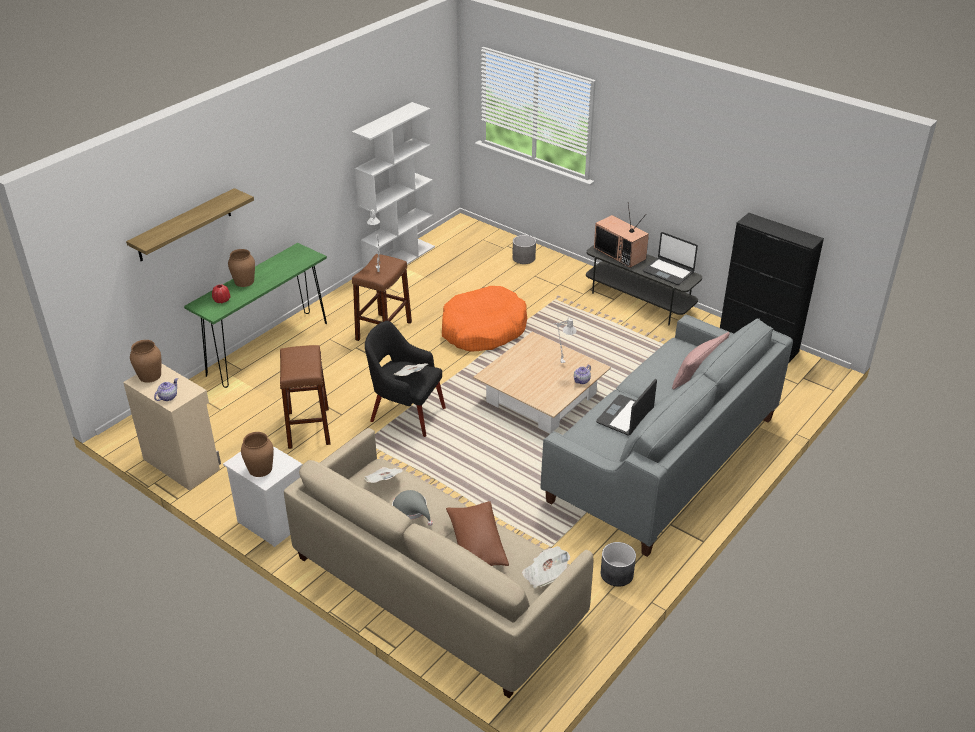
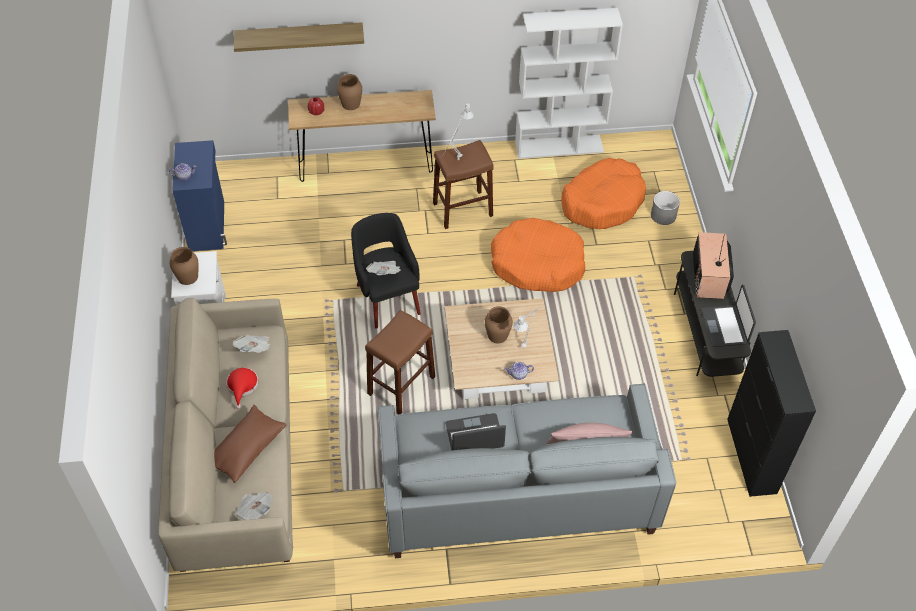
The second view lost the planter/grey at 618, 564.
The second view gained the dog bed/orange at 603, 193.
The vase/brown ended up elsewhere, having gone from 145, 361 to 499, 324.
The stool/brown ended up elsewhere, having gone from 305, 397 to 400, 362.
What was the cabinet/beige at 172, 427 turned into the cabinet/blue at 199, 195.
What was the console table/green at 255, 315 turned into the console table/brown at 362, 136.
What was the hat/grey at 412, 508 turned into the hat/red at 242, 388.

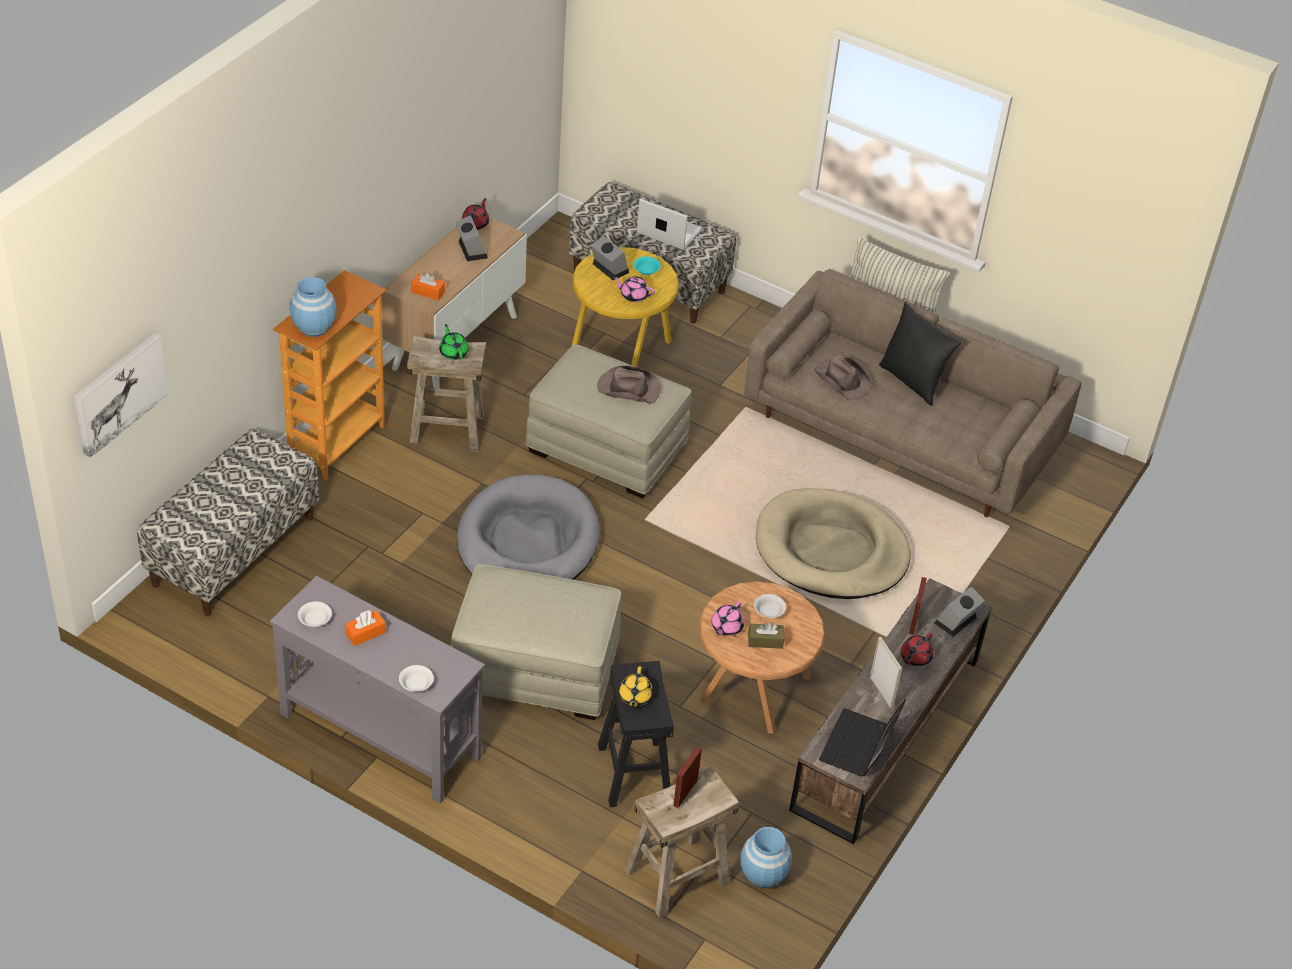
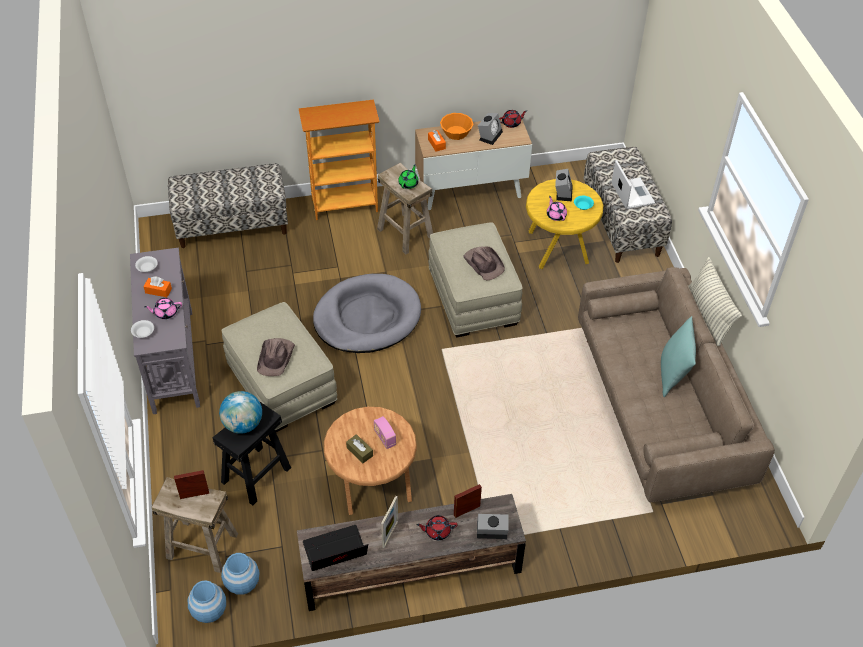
The second view lost the picture at 121, 396.
The second view lost the dog bed/beige at 833, 543.
The second view gained the bowl/orange at 456, 126.
The vase/blue ended up elsewhere, having gone from 313, 307 to 207, 601.
The teapot/pink ended up elsewhere, having gone from 728, 618 to 163, 308.
The hat/brown ended up elsewhere, having gone from 843, 378 to 276, 357.
Where the teapot/yellow stood at 636, 686, the globe came to stand at 240, 412.
Where the bowl/white stood at 770, 606, the radio came to stand at 385, 432.
What was the pillow/black at 920, 354 turned into the pillow/turquoise at 678, 356.

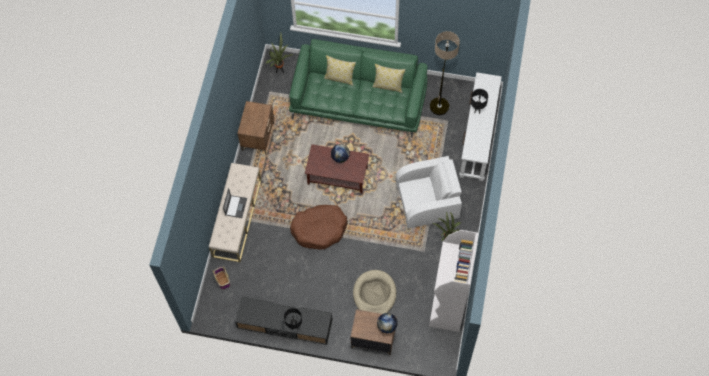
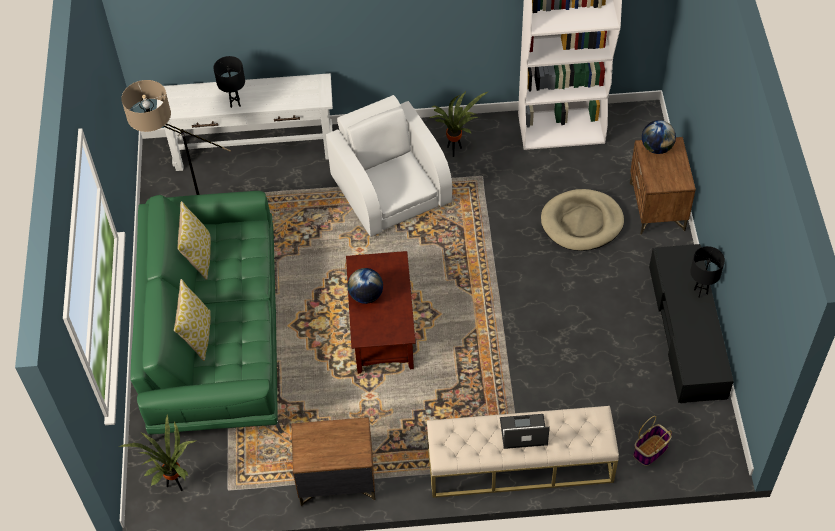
The second view lost the dog bed/brown at 319, 227.

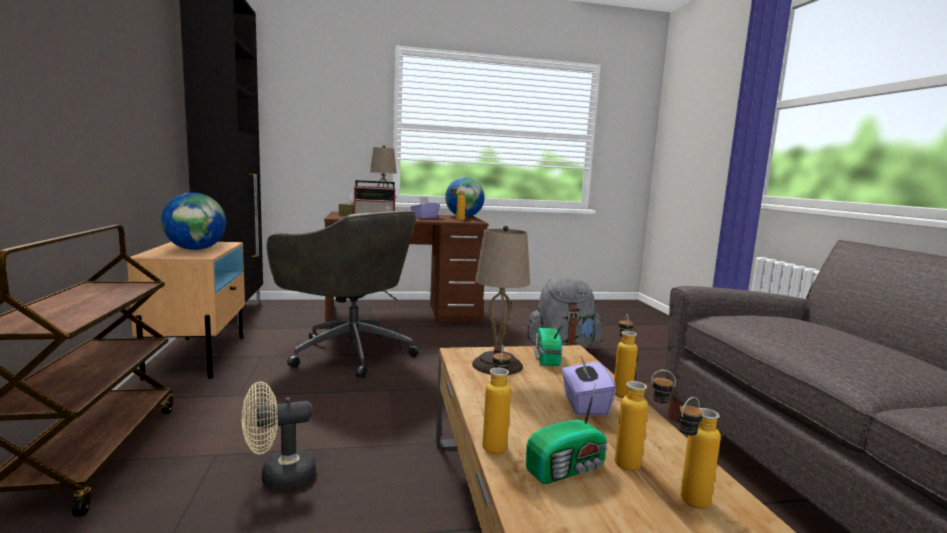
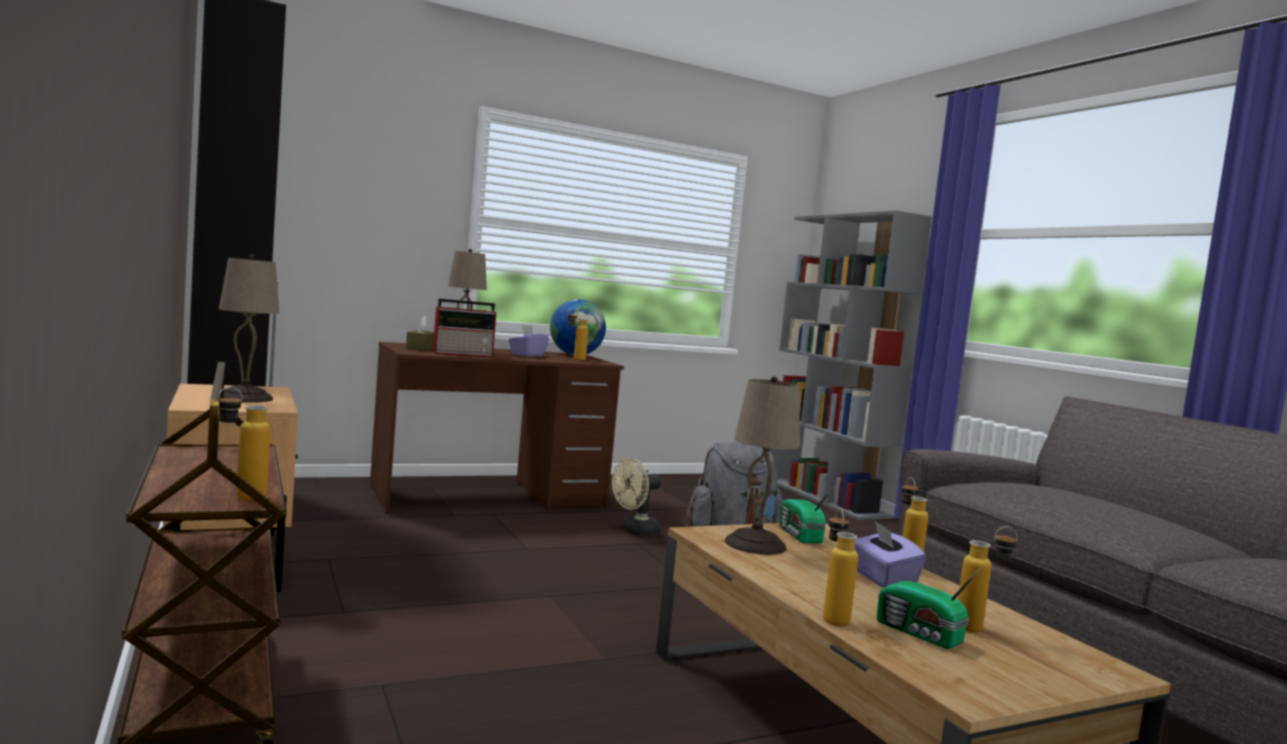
The second view lost the office chair/grey at 343, 294.
The second view gained the bookcase/grey at 850, 365.
The fan/beige ended up elsewhere, having gone from 279, 435 to 636, 497.
The bottle ended up elsewhere, having gone from 699, 453 to 245, 444.
Where the globe stood at 193, 221, the table lamp/beige came to stand at 249, 328.
The radio at 567, 433 ended up facing another way, 90 degrees clockwise from before.

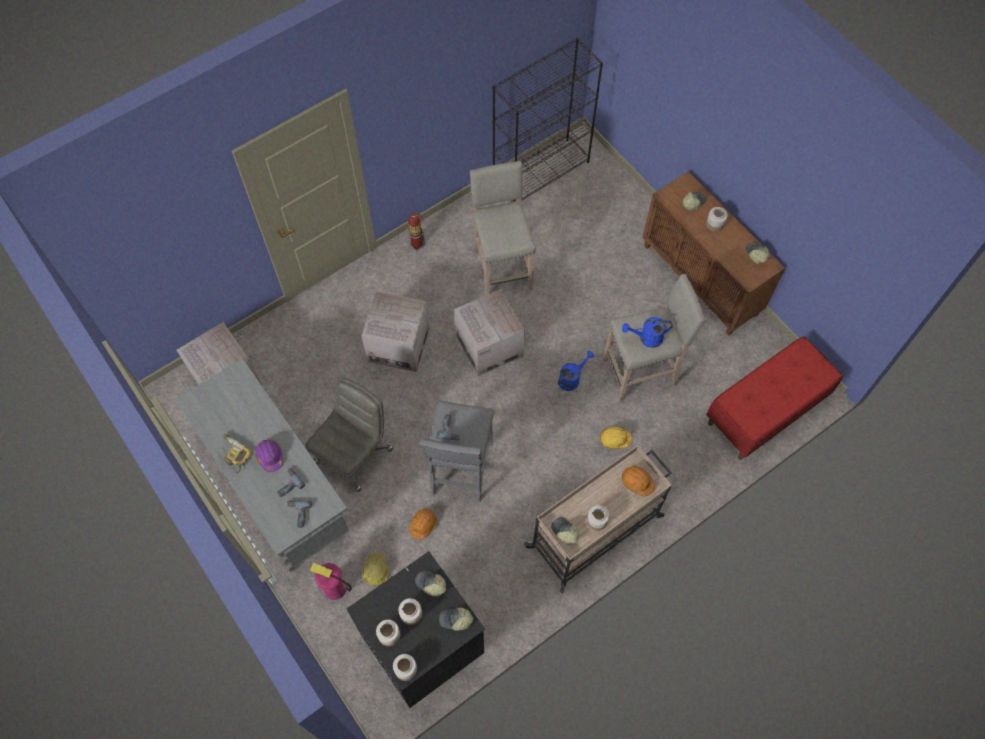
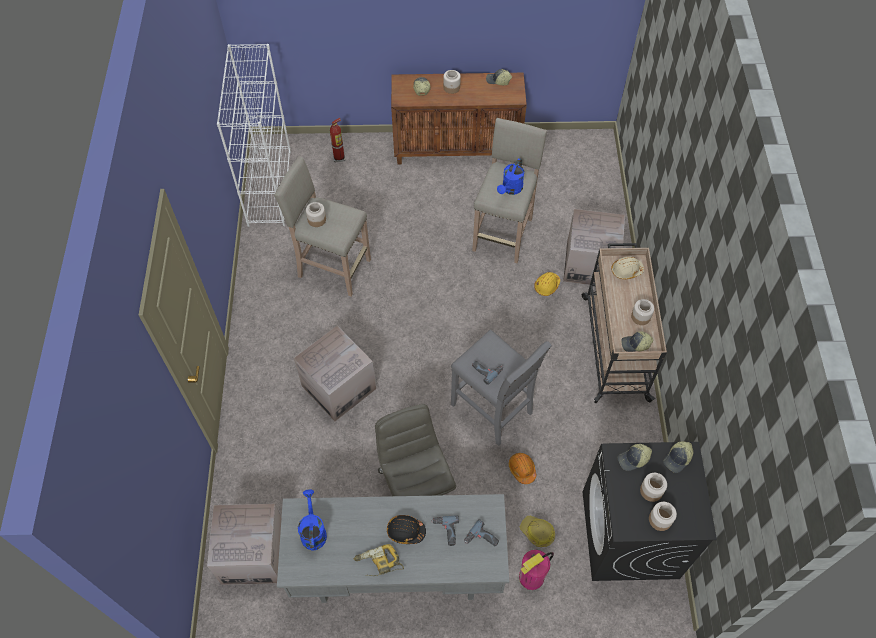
The second view lost the bench/red at 774, 398.
The jar ended up elsewhere, having gone from 405, 667 to 316, 214.
The fire extinguisher ended up elsewhere, having gone from 416, 232 to 337, 140.
The cardboard box ended up elsewhere, having gone from 489, 333 to 594, 247.
The watering can/blue ended up elsewhere, having gone from 576, 371 to 312, 519.
What was the hard hat/purple at 269, 455 turned into the hard hat/black at 406, 529.
What was the bookcase/black at 547, 120 turned into the bookcase/white at 254, 135.
What was the hard hat/orange at 638, 481 turned into the hard hat/beige at 627, 268.

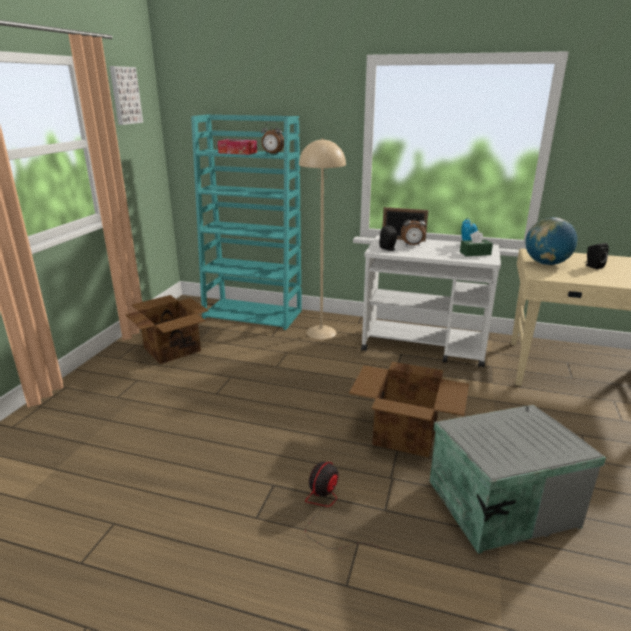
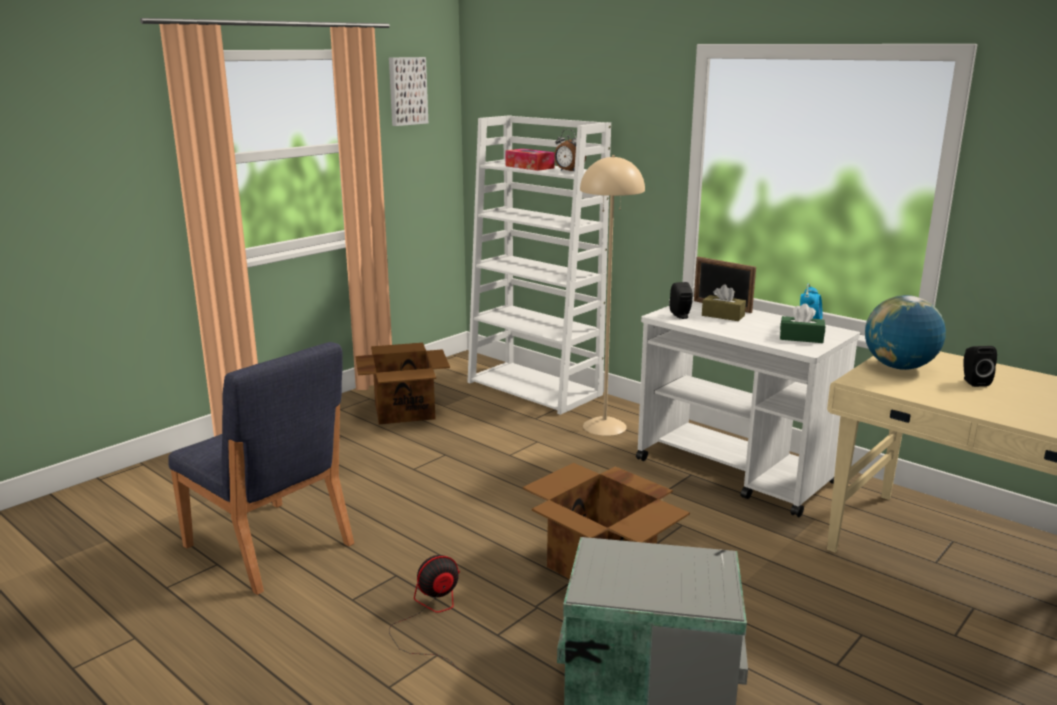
The second view gained the chair/blue at 261, 468.
Where the alarm clock stood at 413, 230, the tissue box/brown came to stand at 724, 303.
What was the bookcase/turquoise at 246, 222 turned into the bookcase/white at 539, 265.

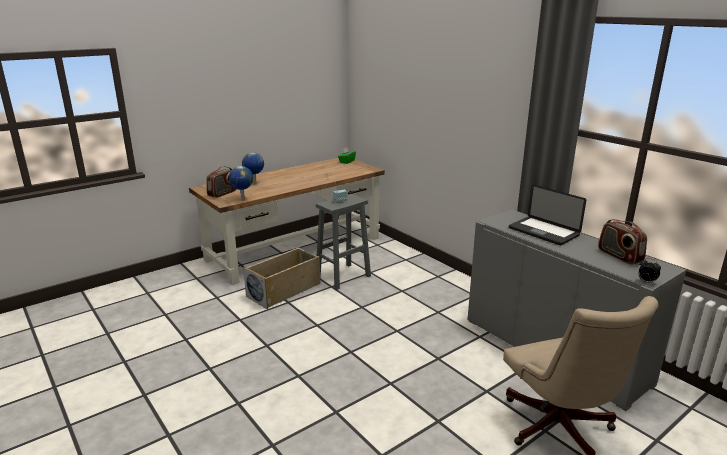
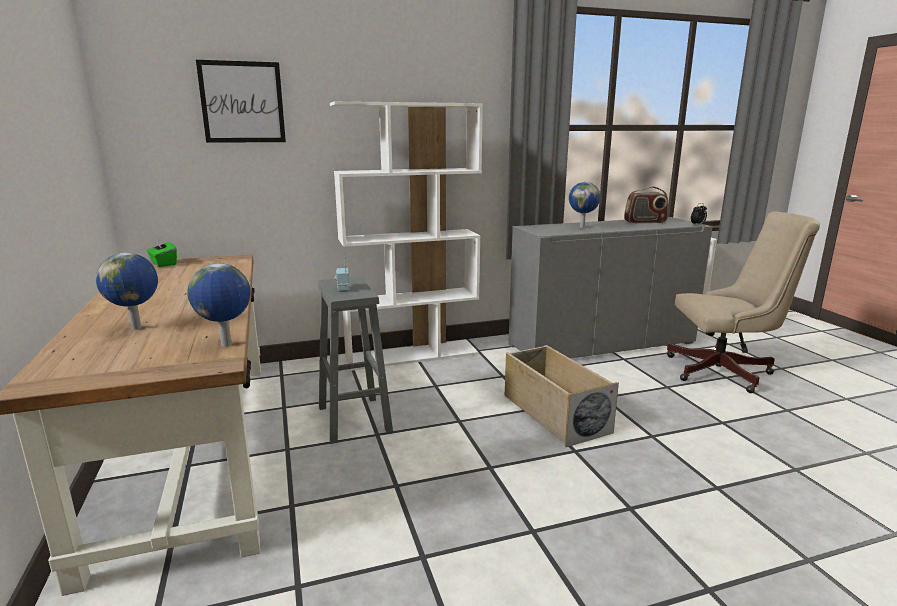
The second view lost the radio at 221, 182.
The second view gained the picture at 241, 101.
The second view gained the bookcase/white at 406, 236.
The storage box/beige ended up elsewhere, having gone from 281, 278 to 562, 396.
Where the laptop stood at 547, 215, the globe came to stand at 585, 205.

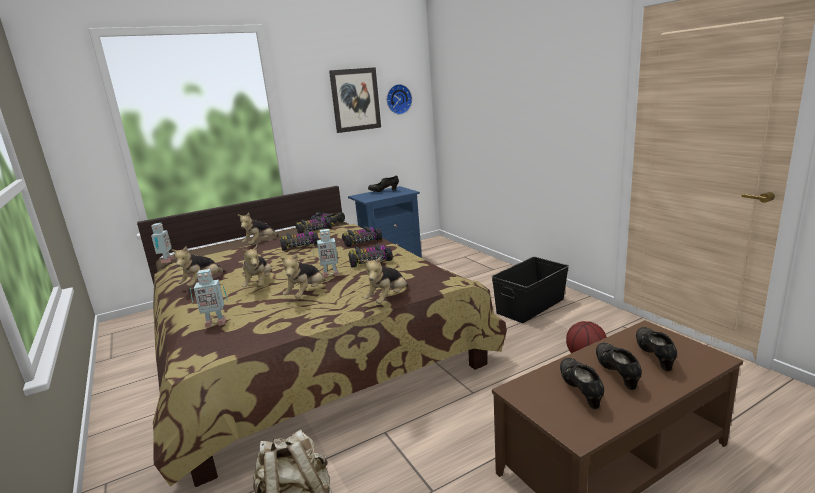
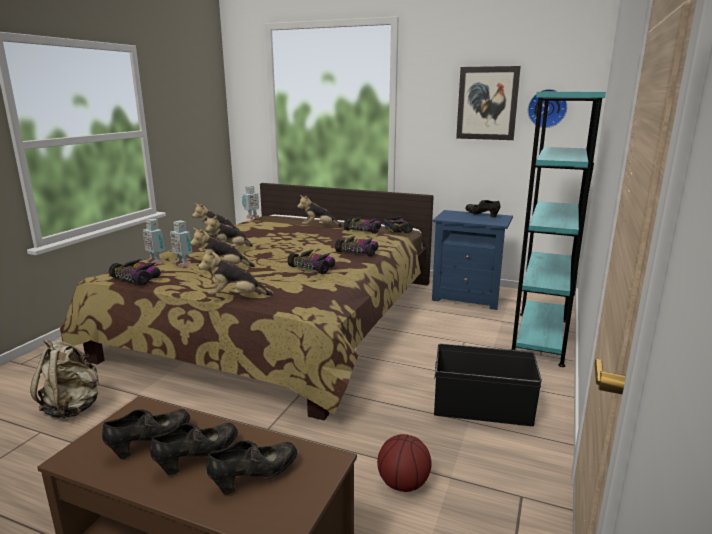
The second view gained the bookcase/turquoise at 559, 229.
The toy car ended up elsewhere, having gone from 299, 240 to 135, 272.
The toy robot ended up elsewhere, having gone from 327, 253 to 181, 244.

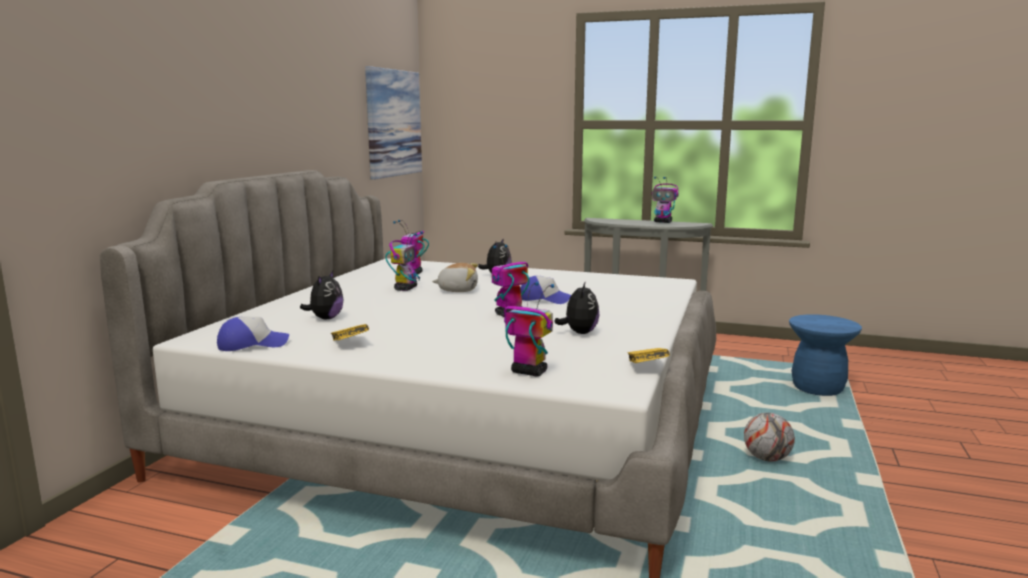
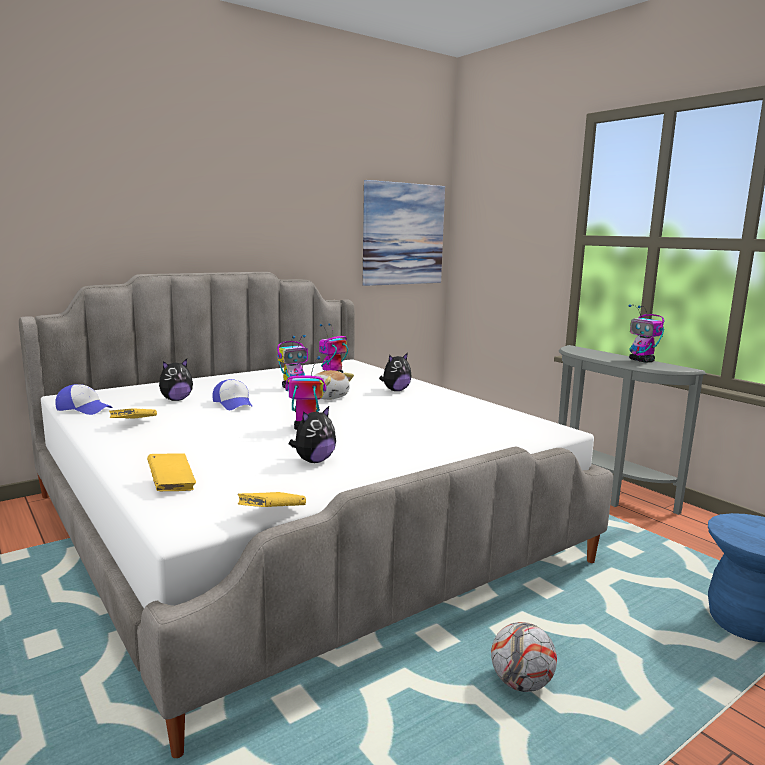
The cap ended up elsewhere, having gone from 545, 290 to 232, 394.
Where the toy robot stood at 529, 329, the book/yellow came to stand at 171, 472.

